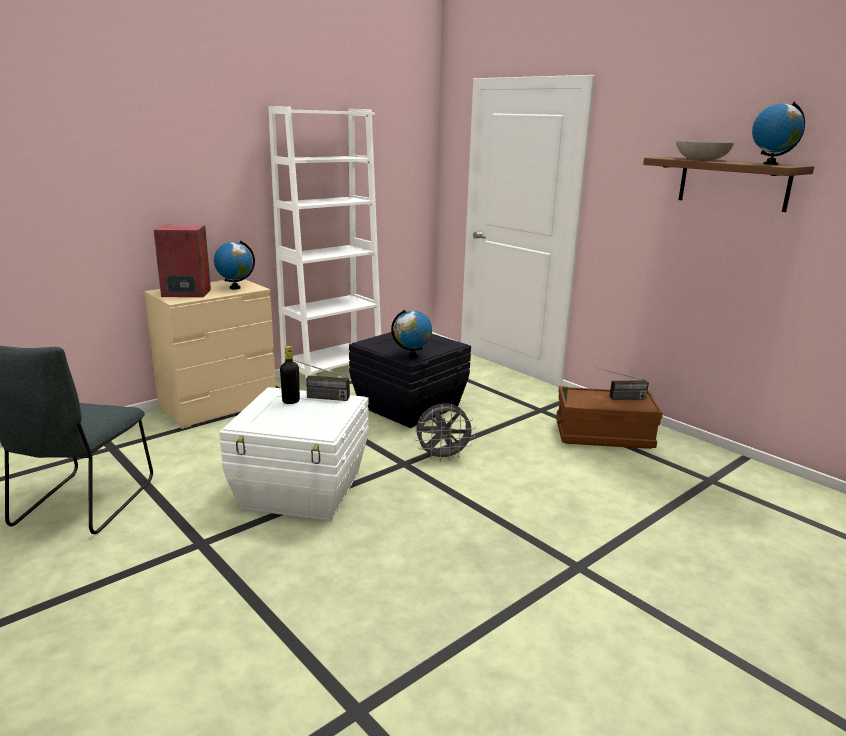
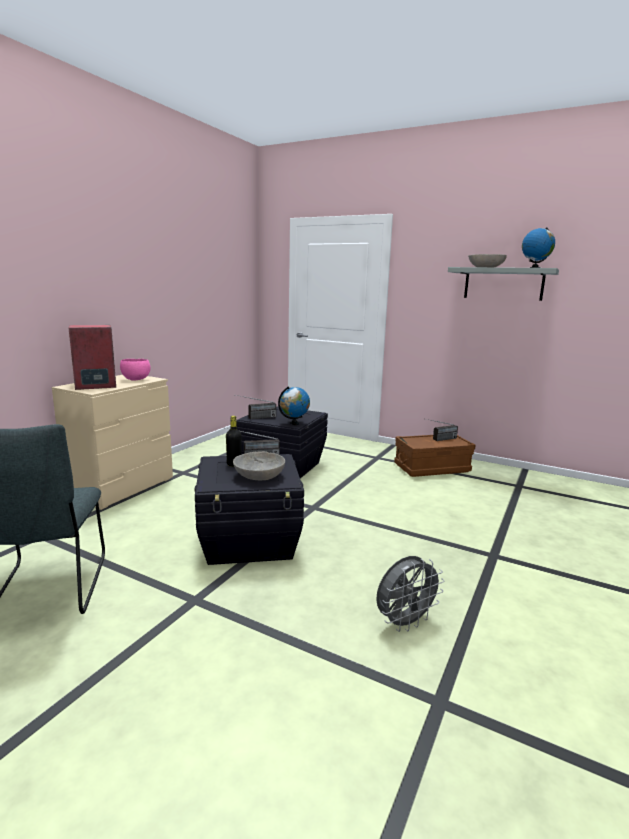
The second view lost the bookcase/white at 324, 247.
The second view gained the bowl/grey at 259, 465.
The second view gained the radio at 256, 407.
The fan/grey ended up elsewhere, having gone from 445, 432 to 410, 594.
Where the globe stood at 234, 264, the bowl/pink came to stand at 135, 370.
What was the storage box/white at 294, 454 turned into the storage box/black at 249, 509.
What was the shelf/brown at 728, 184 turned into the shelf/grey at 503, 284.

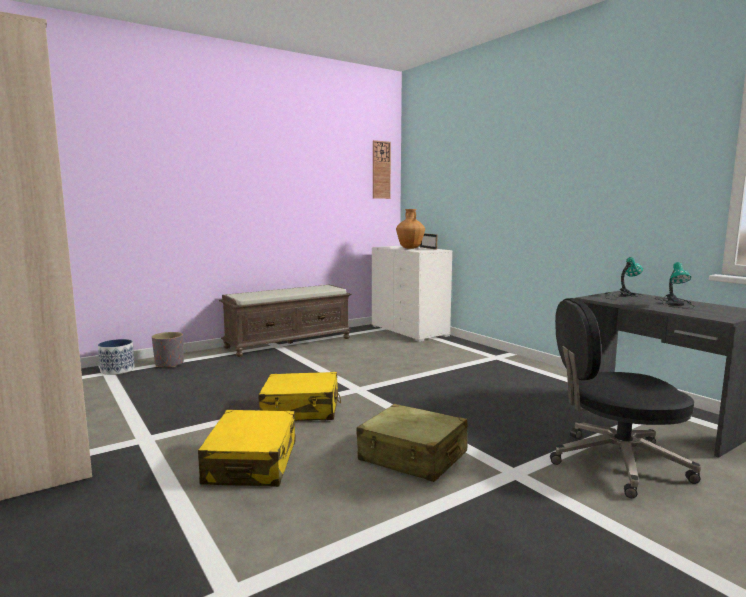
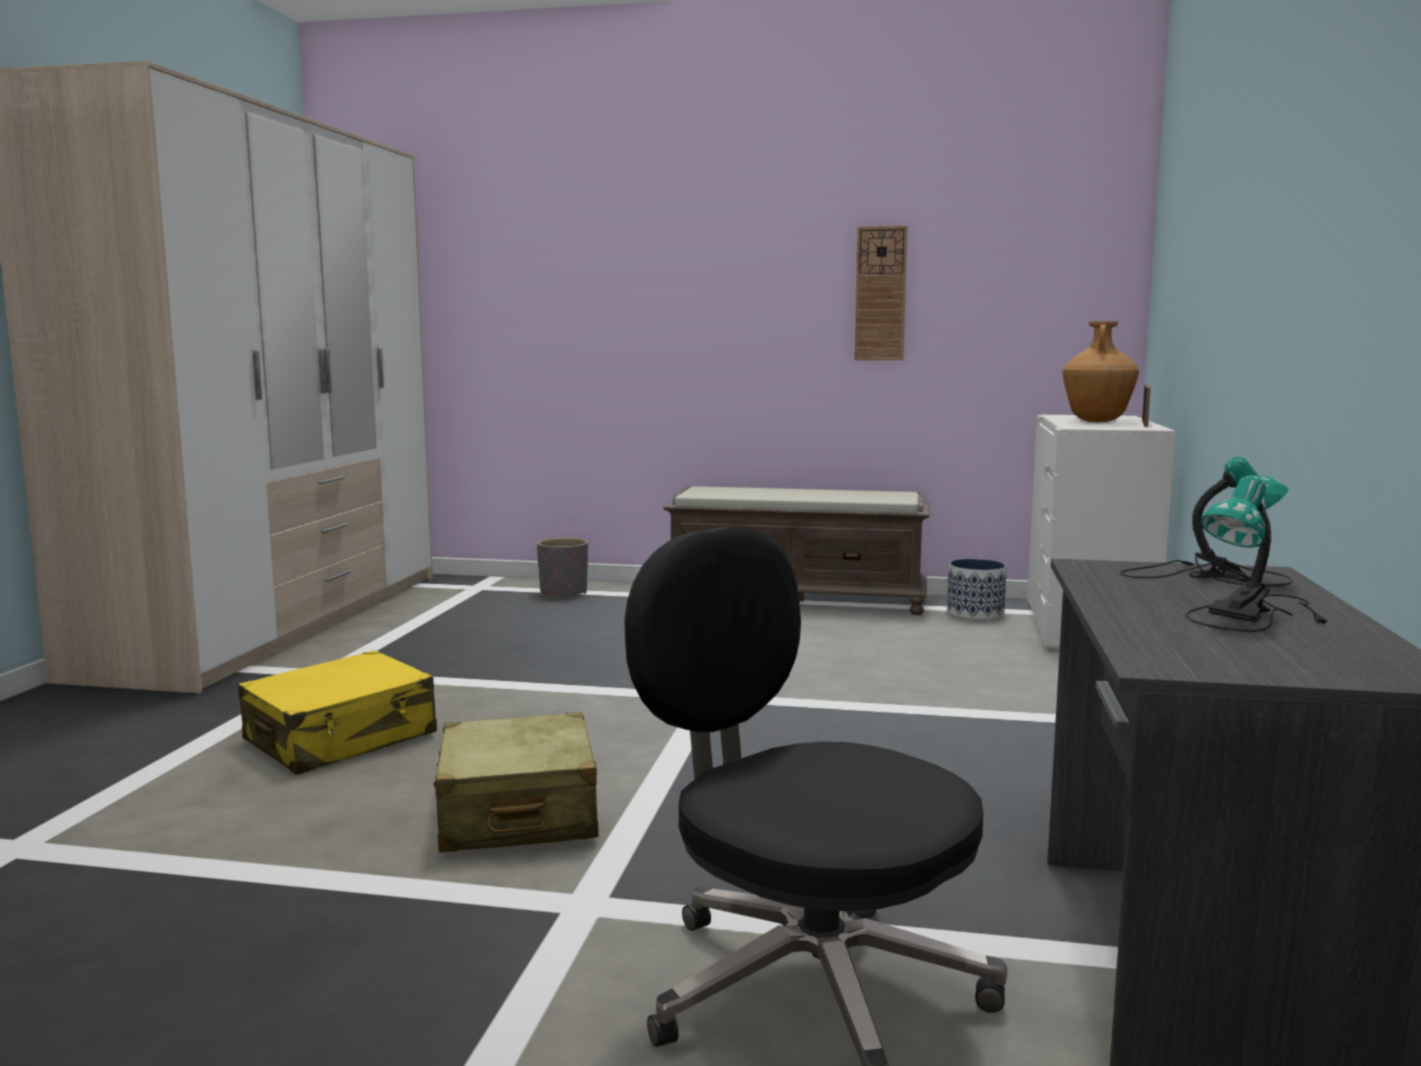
The second view lost the suitcase/yellow at 299, 396.
The planter ended up elsewhere, having gone from 116, 357 to 977, 589.
The wall clock ended up elsewhere, having gone from 382, 169 to 881, 293.

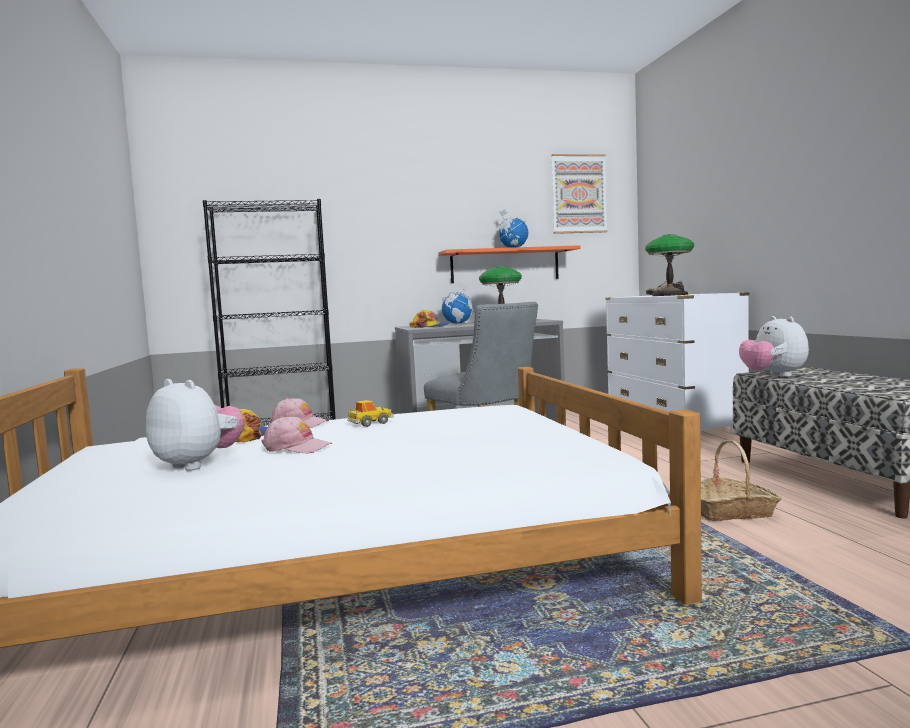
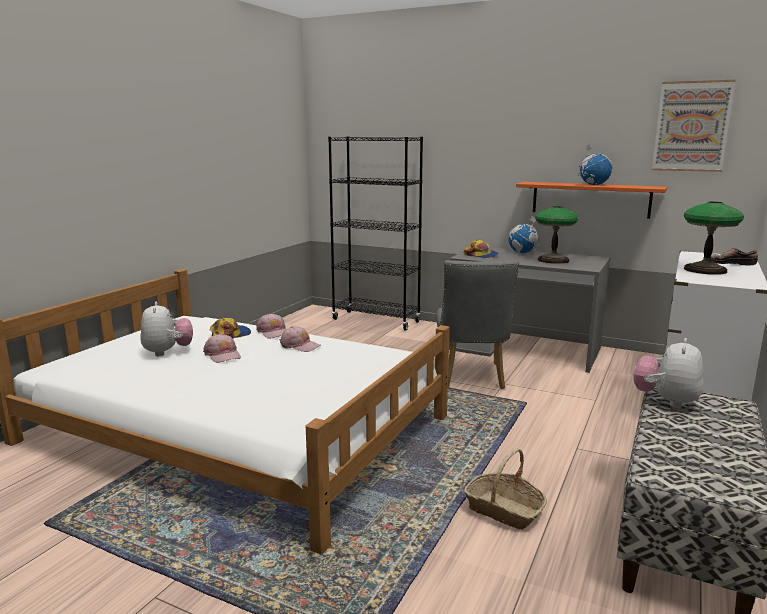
Where the toy car stood at 370, 413, the cap/pink came to stand at 300, 339.

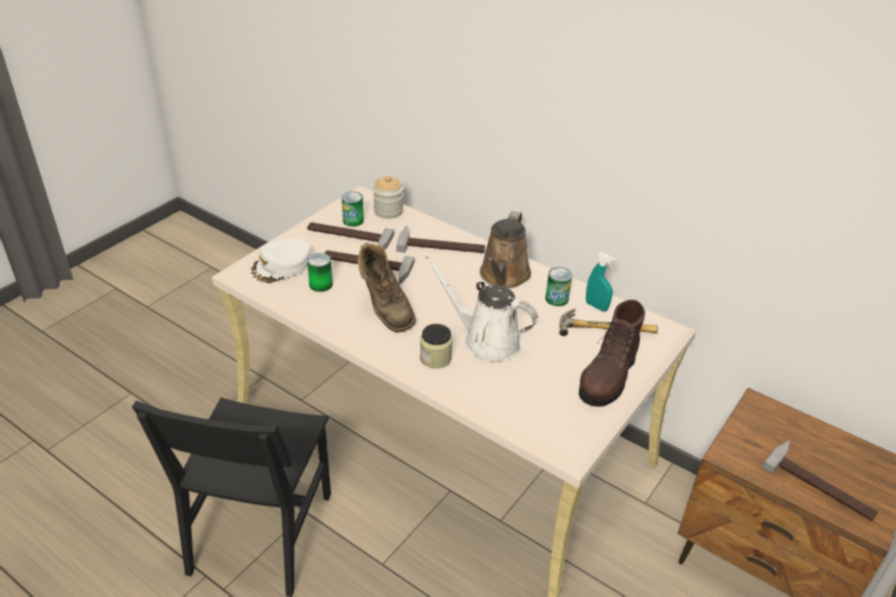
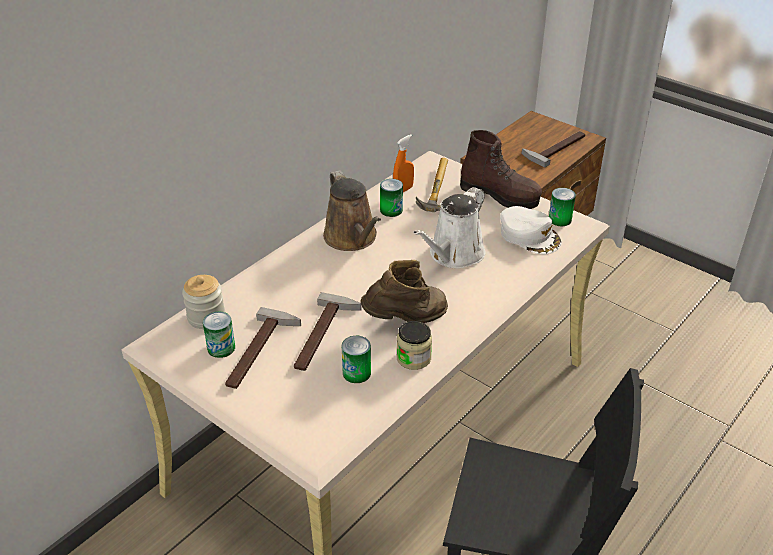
The second view lost the hammer at 440, 239.
The second view gained the can at 562, 207.
The cap/white ended up elsewhere, having gone from 279, 261 to 531, 230.
The jar ended up elsewhere, having gone from 436, 346 to 414, 345.
What was the spray bottle/turquoise at 601, 281 turned into the spray bottle/orange at 403, 163.
The watering can/brown at 505, 249 ended up facing another way, 45 degrees clockwise from before.

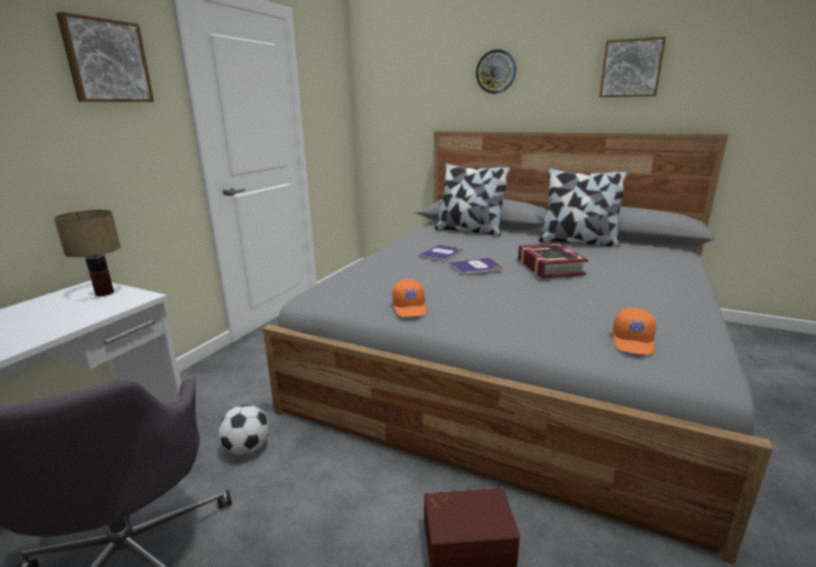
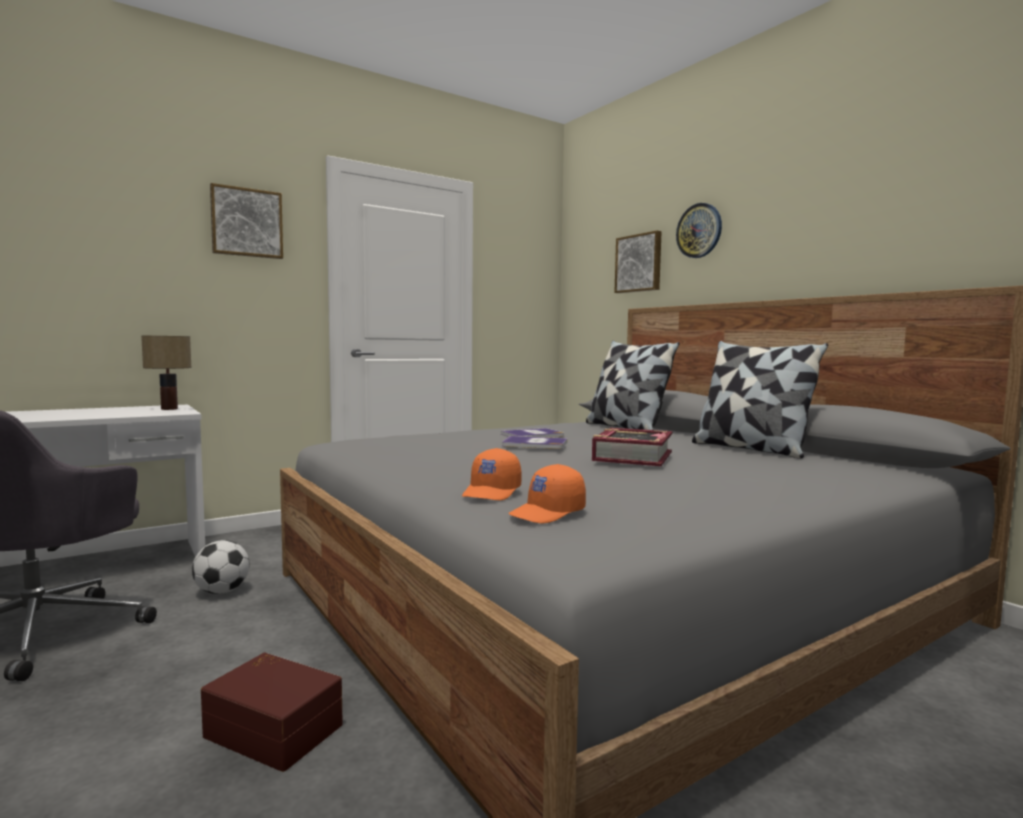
The cap/orange ended up elsewhere, having gone from 409, 298 to 492, 474.
The picture ended up elsewhere, having gone from 632, 66 to 638, 261.

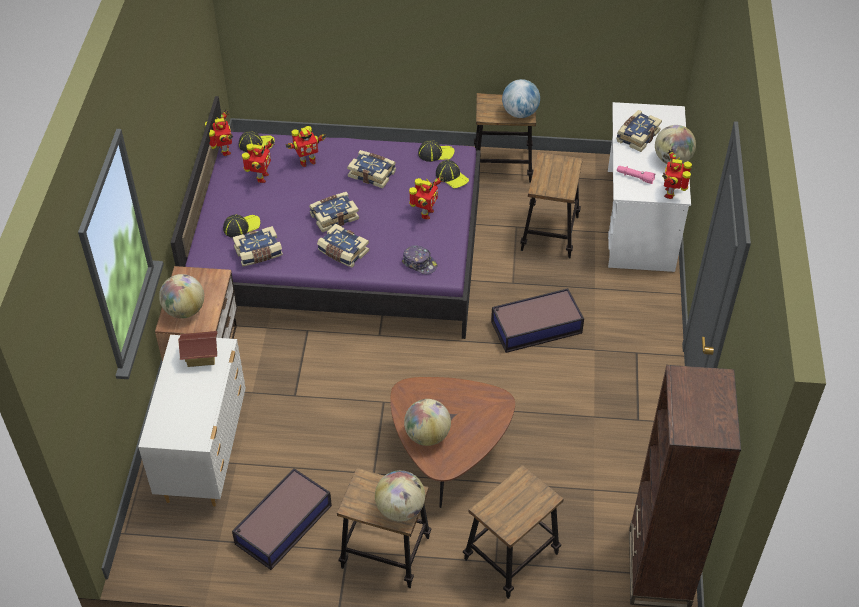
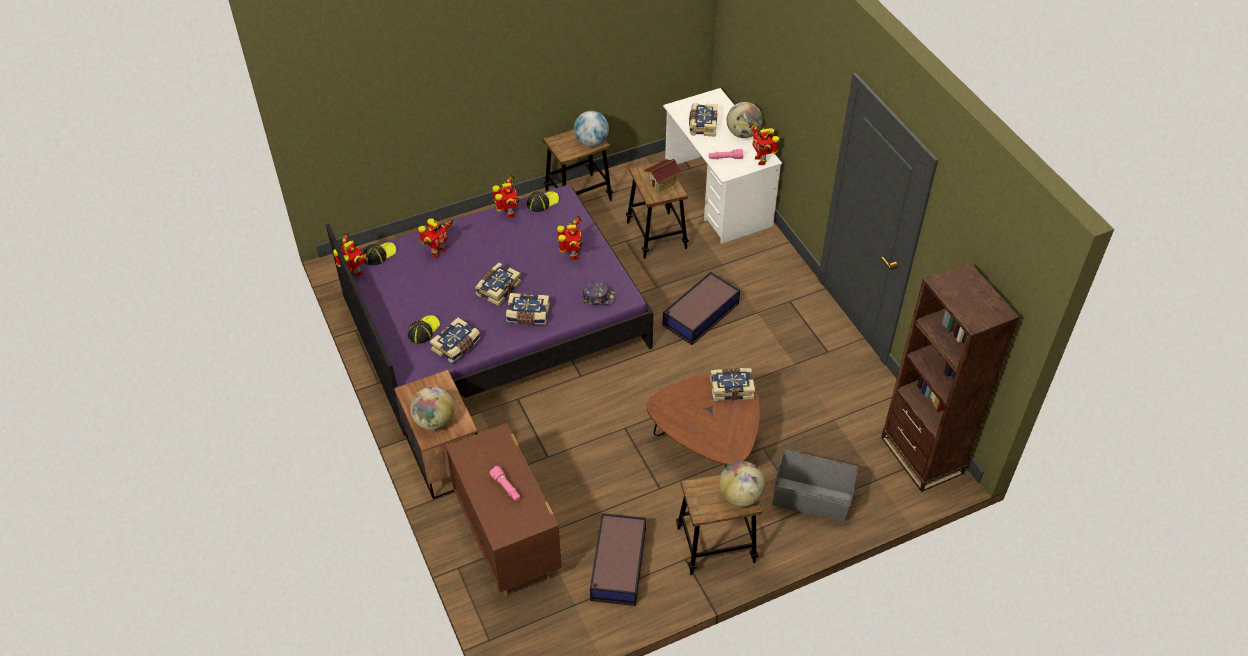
The second view lost the globe at 427, 422.
The second view lost the cap at 452, 174.
The second view gained the flashlight/pink at 505, 483.
The toy house ended up elsewhere, having gone from 197, 349 to 662, 175.
The toy robot ended up elsewhere, having gone from 258, 160 to 506, 196.
The book ended up elsewhere, having gone from 371, 169 to 732, 384.
Where the stool stood at 513, 532, the storage box/grey came to stand at 815, 486.
What was the dresser/white at 192, 421 turned into the dresser/brown at 504, 510.

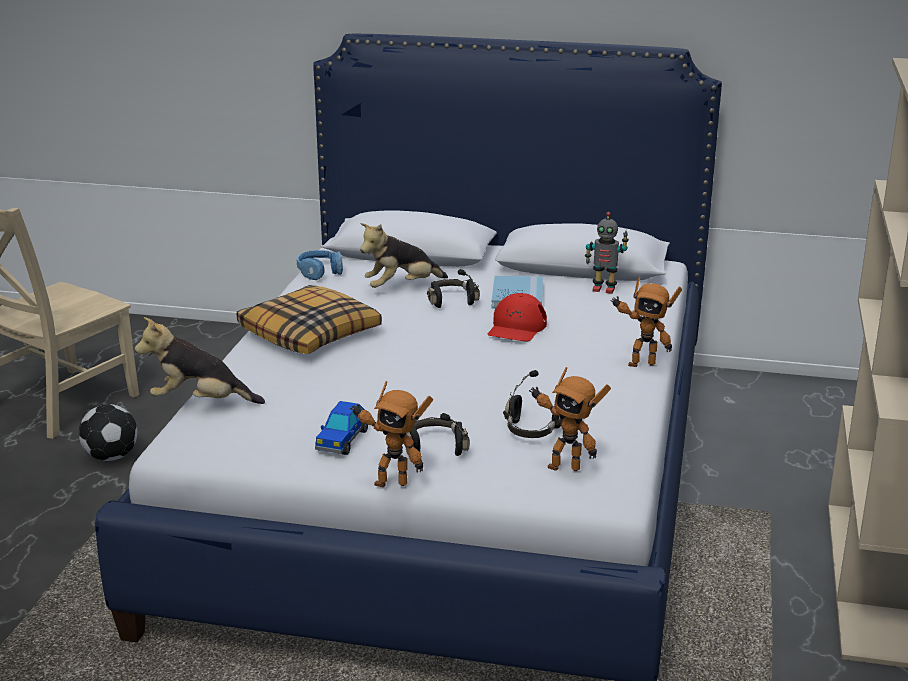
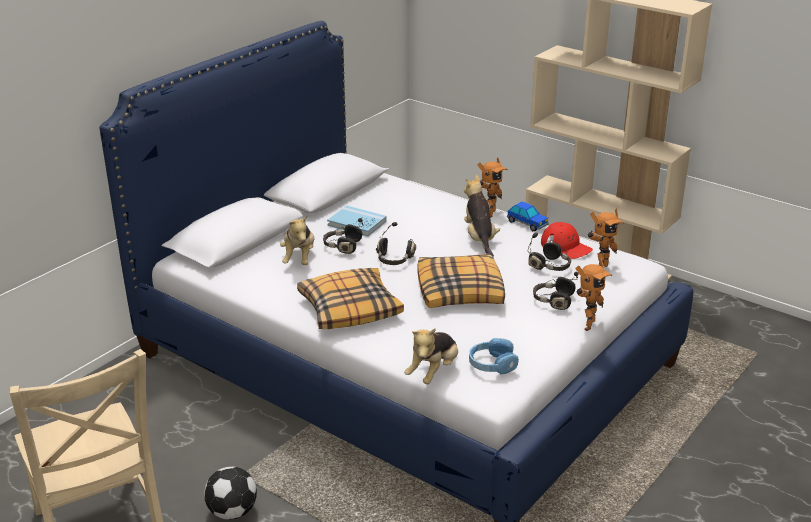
The second view lost the toy robot at 607, 253.
The second view gained the headphones/black at 396, 243.
The second view gained the pillow at 461, 281.
The second view gained the plush toy at 482, 216.
The headphones/blue ended up elsewhere, having gone from 319, 265 to 494, 356.
The toy car ended up elsewhere, having gone from 341, 428 to 528, 216.
The cap/red ended up elsewhere, having gone from 517, 317 to 567, 240.

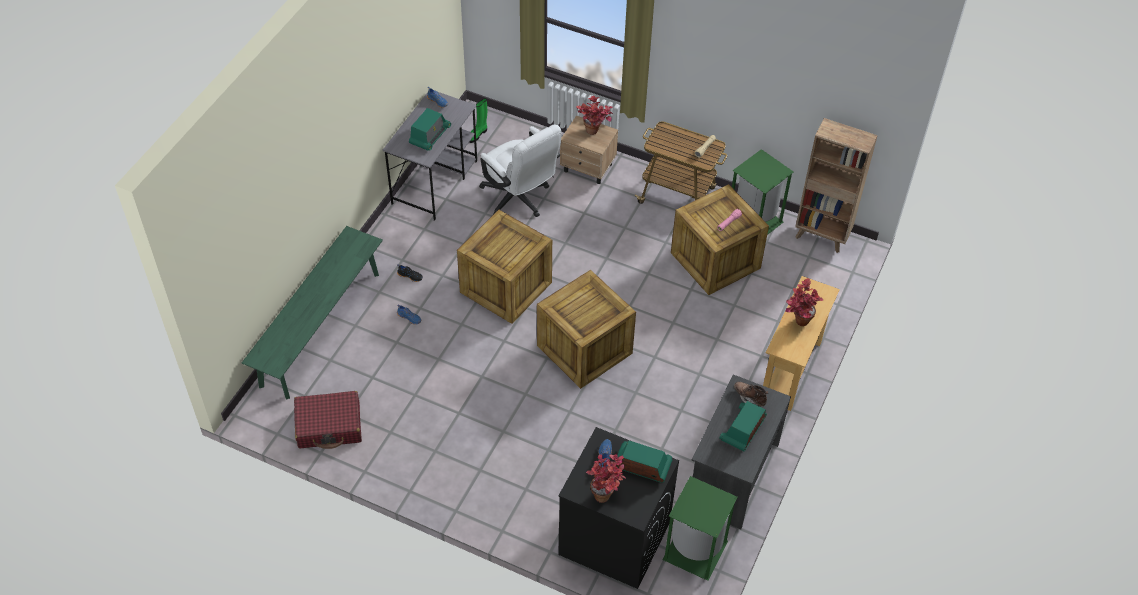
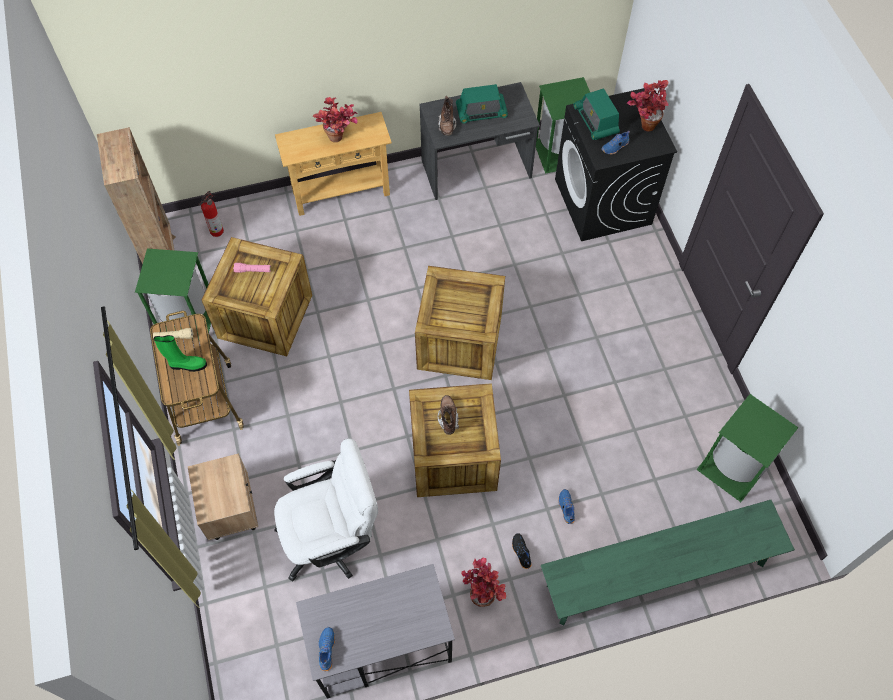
The second view lost the radio at 430, 129.
The second view gained the fire extinguisher at 211, 214.
The second view gained the boot/brown at 448, 415.
The boot/green ended up elsewhere, having gone from 478, 120 to 180, 353.
The potted plant ended up elsewhere, having gone from 594, 115 to 483, 582.
Where the suitcase/red stood at 328, 420, the trash can/green came to stand at 747, 448.
The office chair/white at 520, 170 ended up facing another way, 60 degrees clockwise from before.

